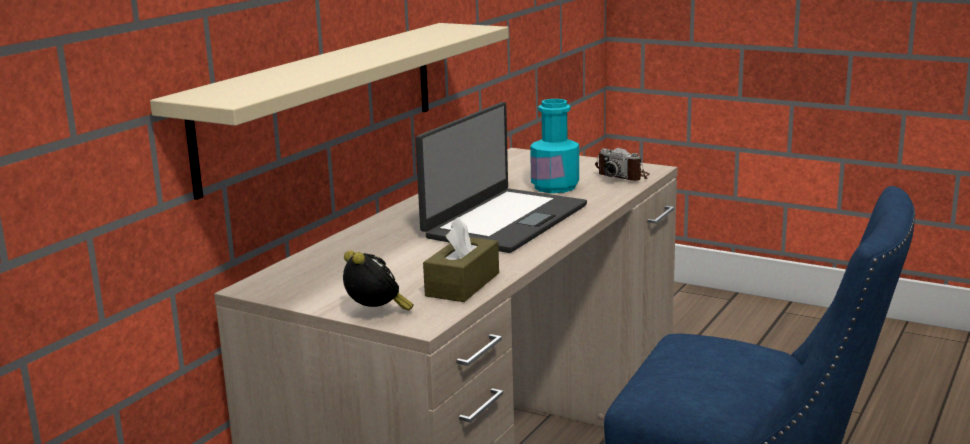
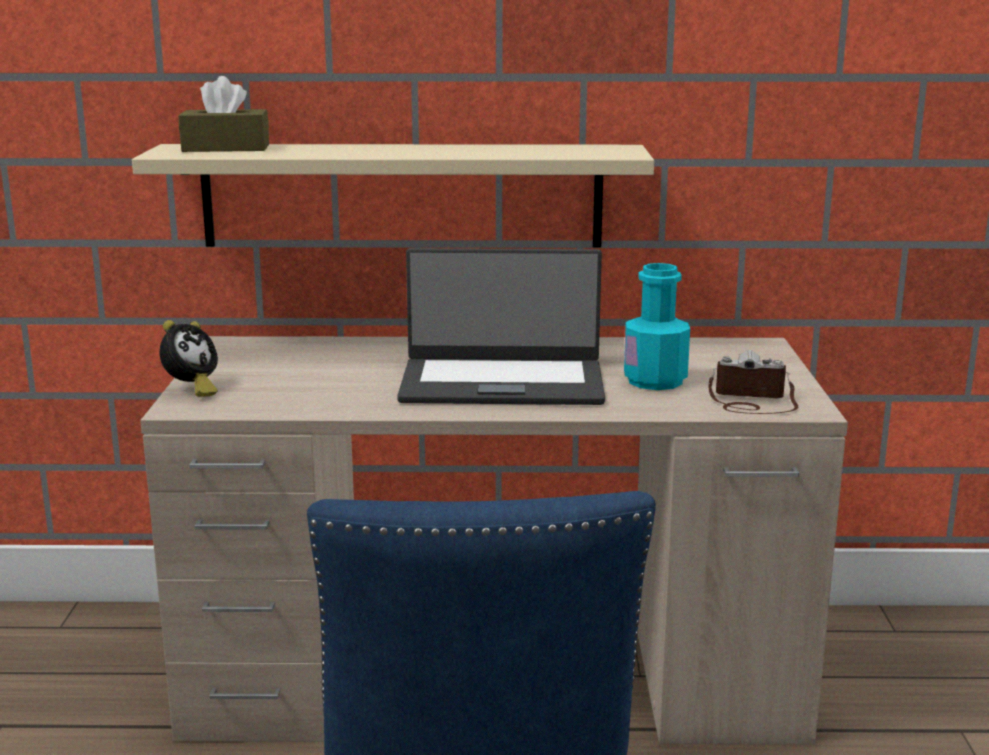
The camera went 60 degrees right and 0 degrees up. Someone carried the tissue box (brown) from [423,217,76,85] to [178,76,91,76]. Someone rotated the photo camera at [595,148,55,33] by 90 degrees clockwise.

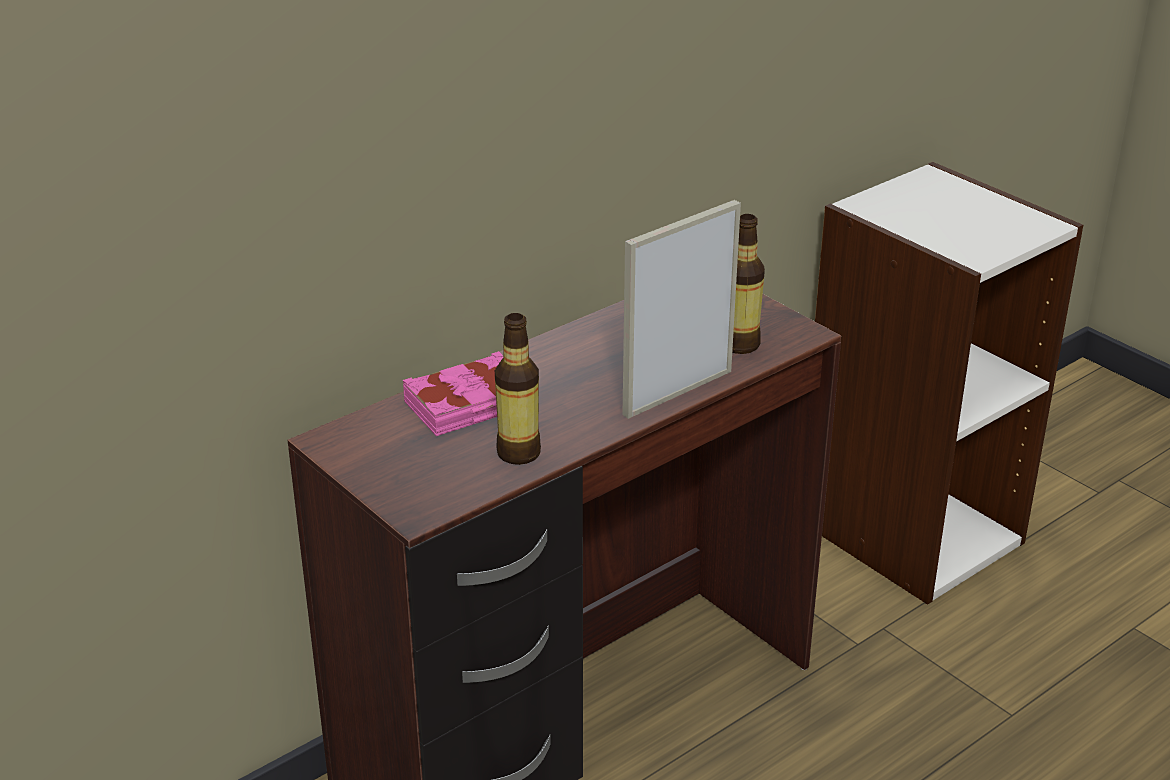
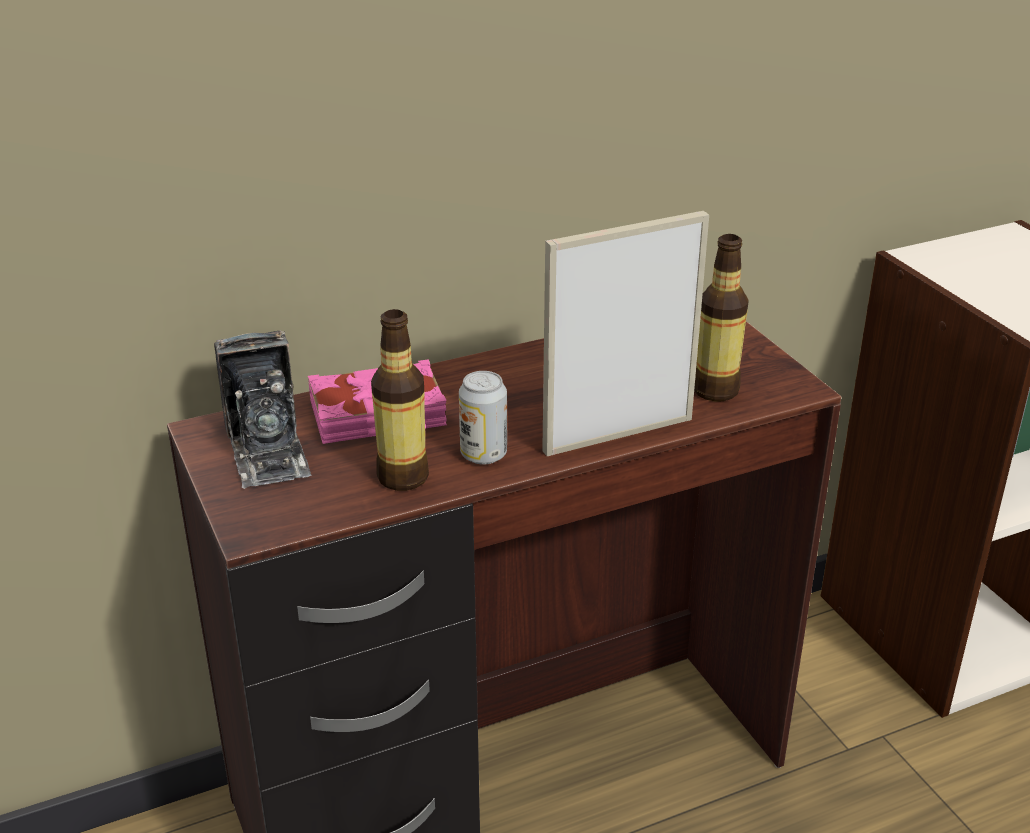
The camera went 15 degrees right and 0 degrees up. Someone put down the photo camera at [214,330,98,159]. Someone put down the can at [459,371,48,94].

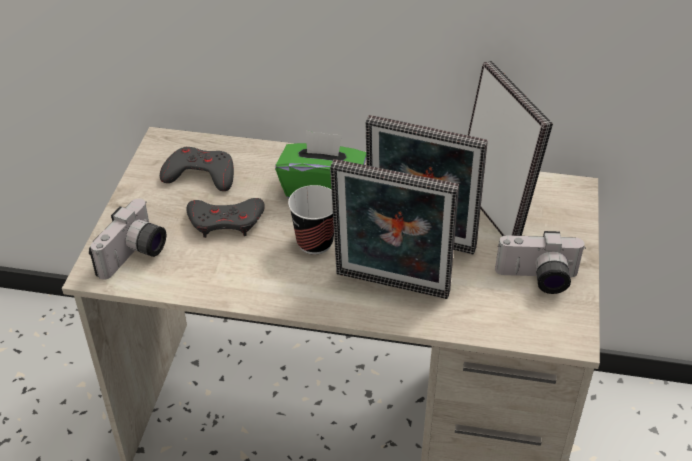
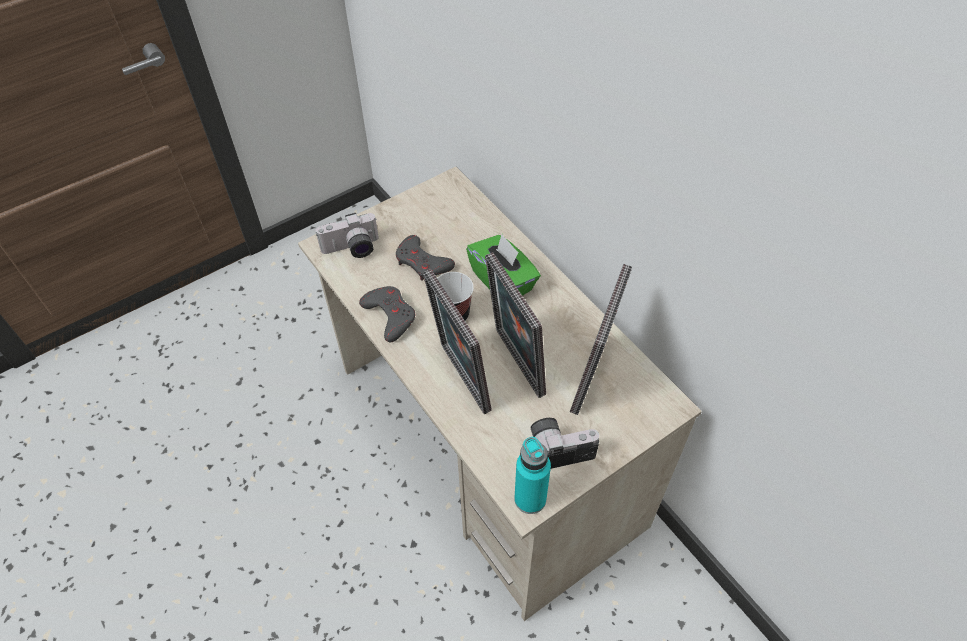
The camera went 45 degrees right and 10 degrees up. Someone carried the game controller (grey) from [160,147,74,44] to [359,286,57,56]. Someone rotated the photo camera at [495,231,91,63] by 120 degrees clockwise. Someone put down the bottle (turquoise) at [514,437,37,77].

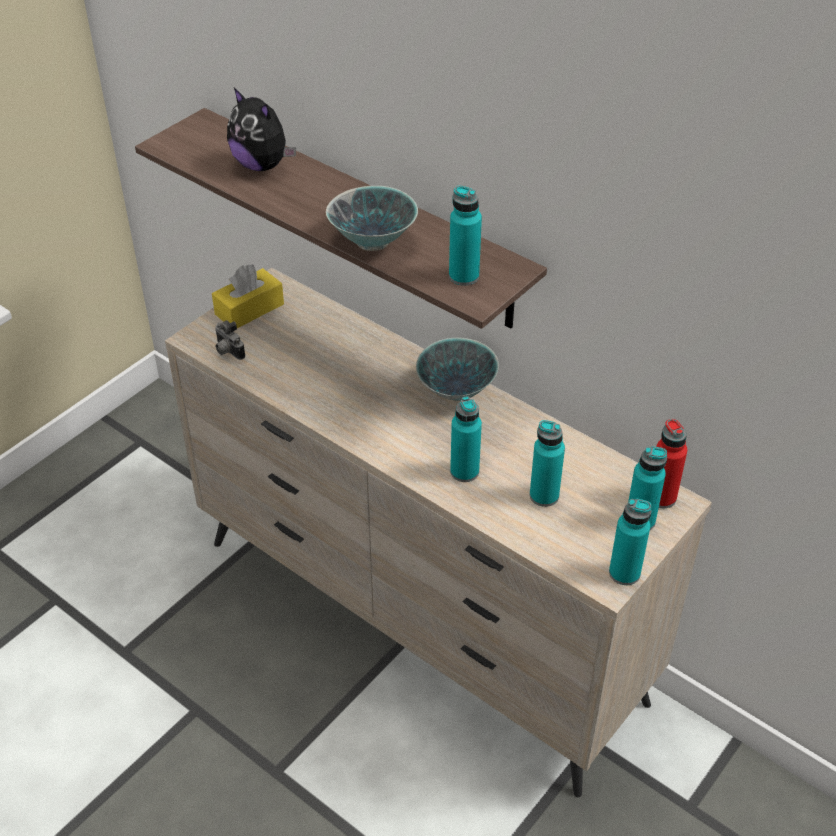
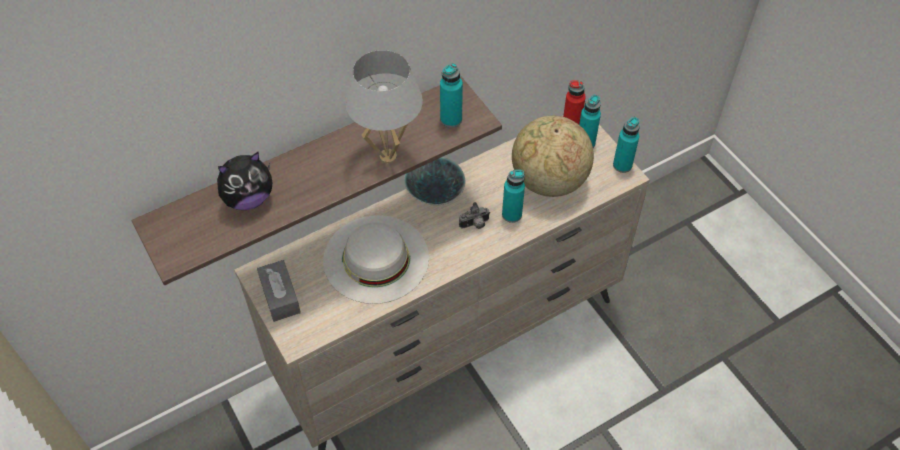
The camera went 70 degrees left and 10 degrees up. Someone repainted the tissue box (yellow) at [212,264,72,64], which became the tissue box (grey) at [257,260,44,62]. Someone carried the photo camera from [215,320,30,40] to [459,202,31,27]. Someone swapped the bowl at [326,186,92,65] for the table lamp (white) at [345,50,78,113]. Someone swapped the bottle (turquoise) at [530,420,35,87] for the globe at [512,115,82,82]. Someone put down the hat (white) at [323,215,106,89].

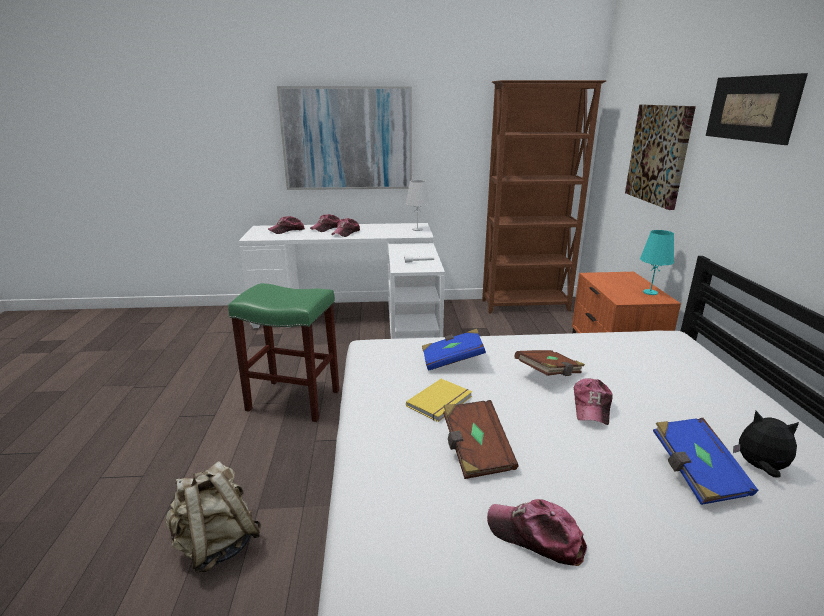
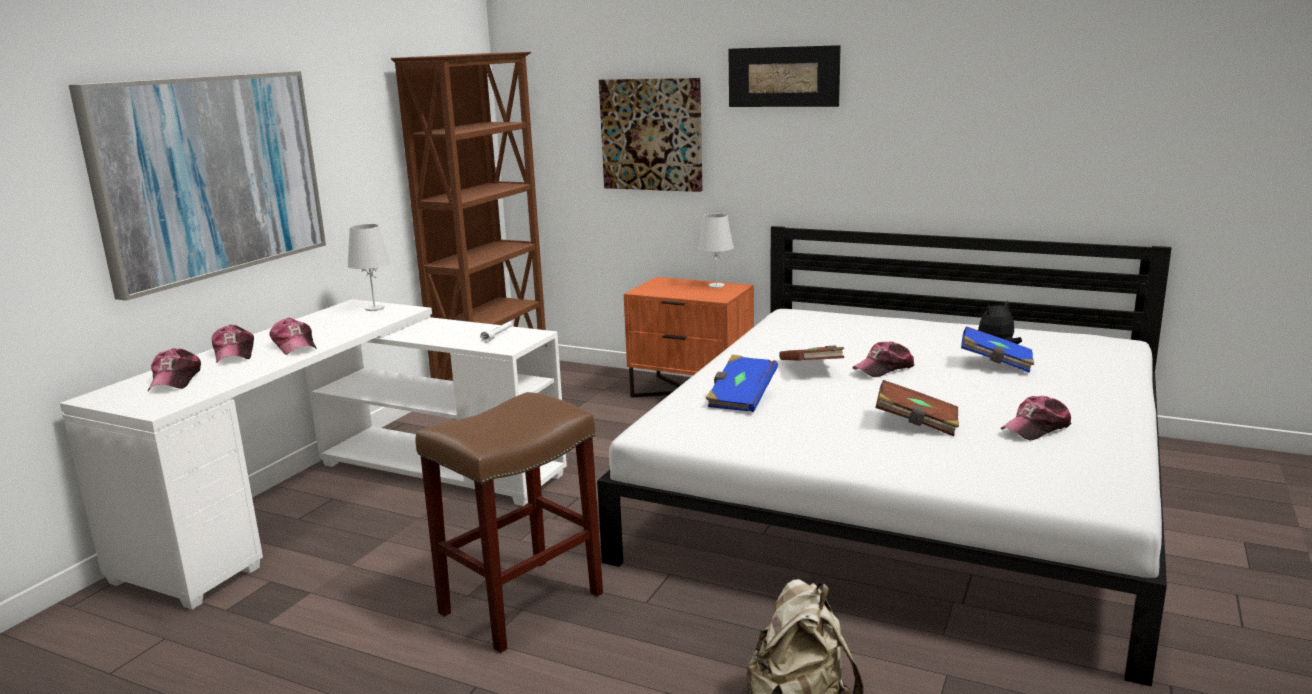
The camera went 60 degrees left and 5 degrees down. Someone repainted the stool (green) at [228,283,111,139], which became the stool (brown) at [416,392,187,261]. Someone took away the book (yellow) at [406,379,66,43]. Someone rotated the cap at [574,378,39,47] by 105 degrees clockwise. Someone repainted the table lamp (turquoise) at [640,230,34,65], which became the table lamp (white) at [698,213,36,75].

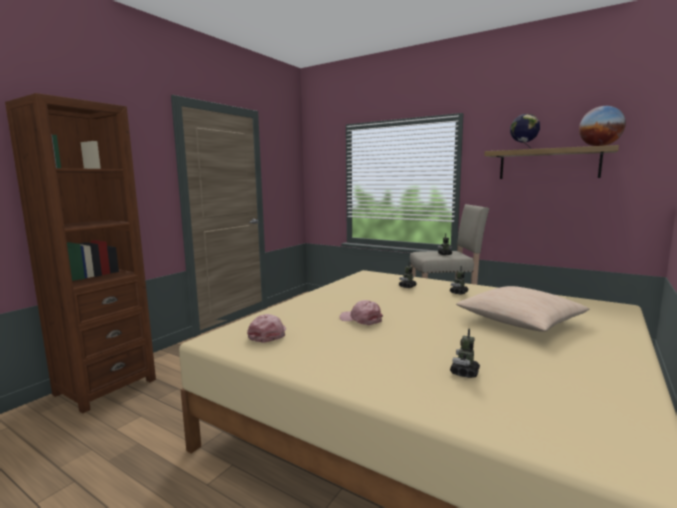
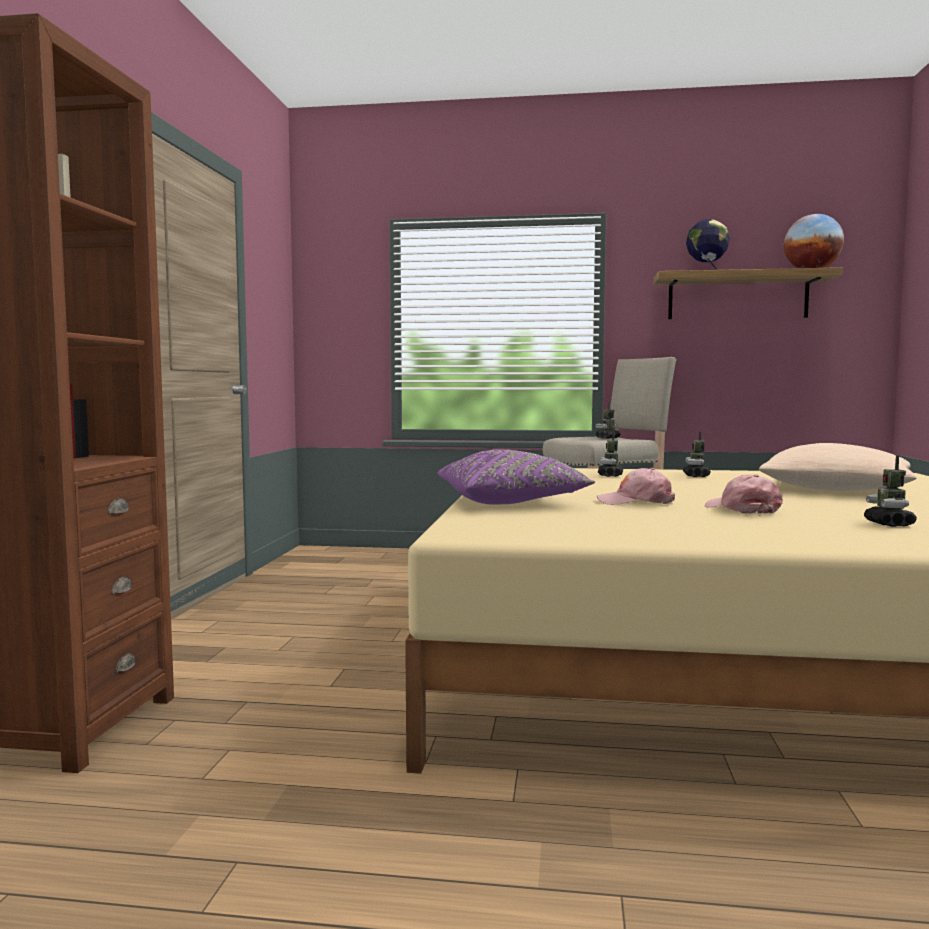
The camera went 25 degrees left and 5 degrees down. Someone carried the cap (pink) from [247,314,39,29] to [705,474,78,40]. Someone put down the pillow (purple) at [438,449,157,56].

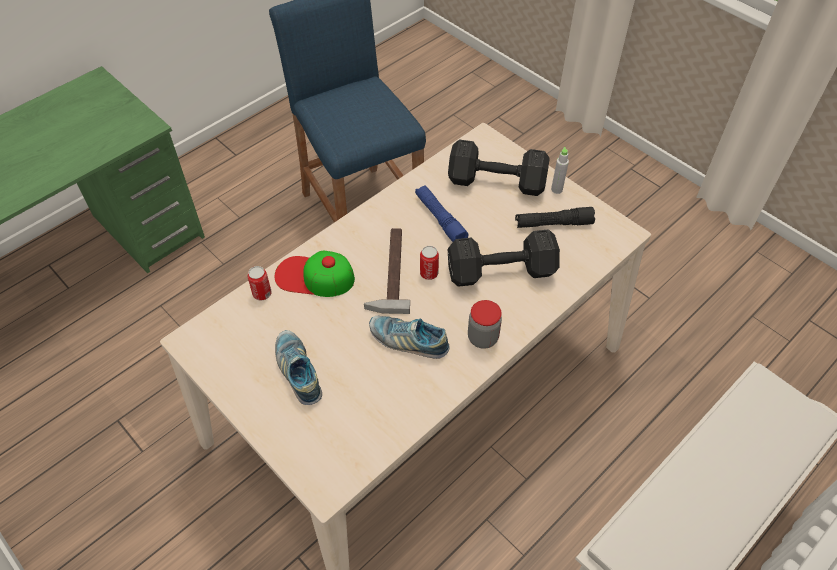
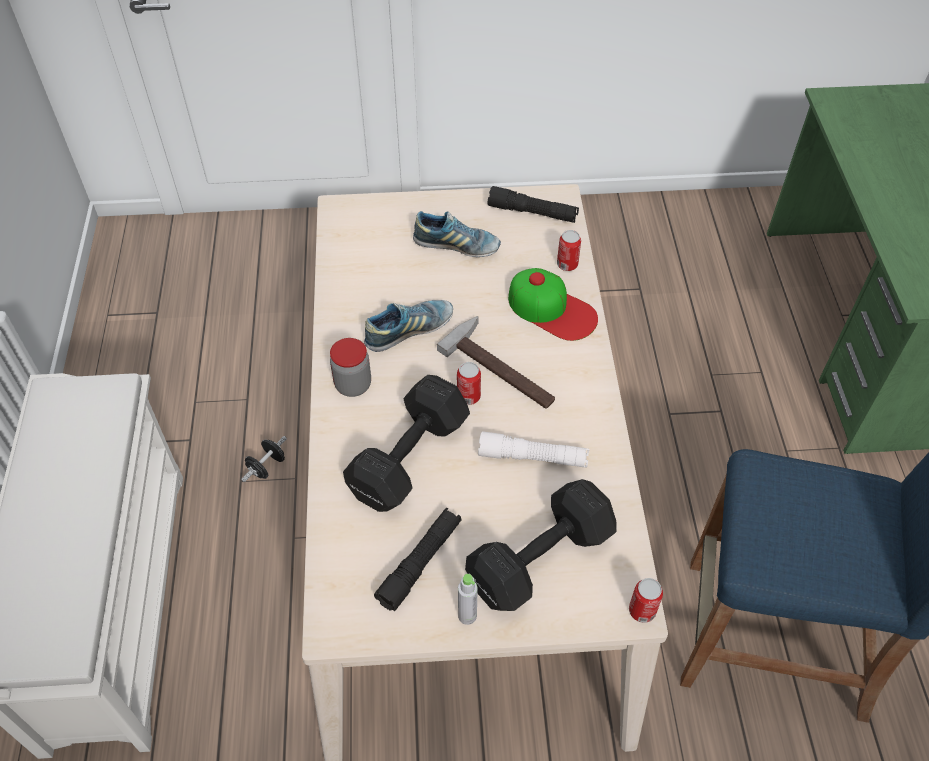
The camera went 130 degrees right and 0 degrees up. Someone rotated the cap at [275,250,80,47] by 75 degrees clockwise. Someone repainted the flashlight (blue) at [415,185,54,57], which became the flashlight (white) at [478,431,111,37]. Someone put down the dumbbell (black) at [241,436,46,46]. Someone put down the flashlight (black) at [488,186,91,37]. Someone put down the can at [629,578,34,45].

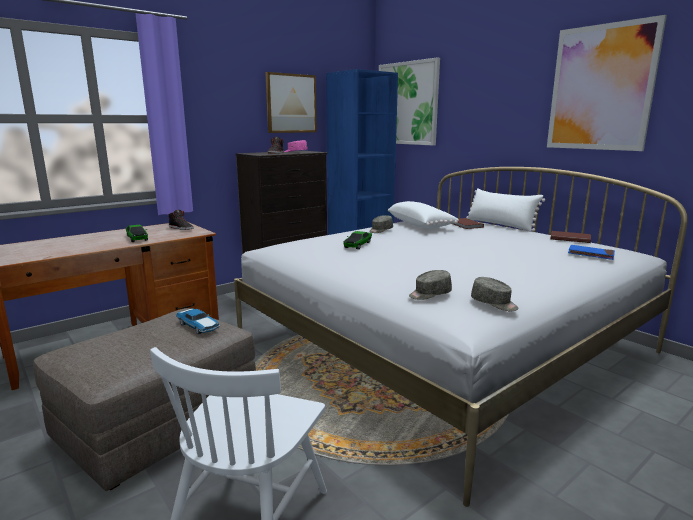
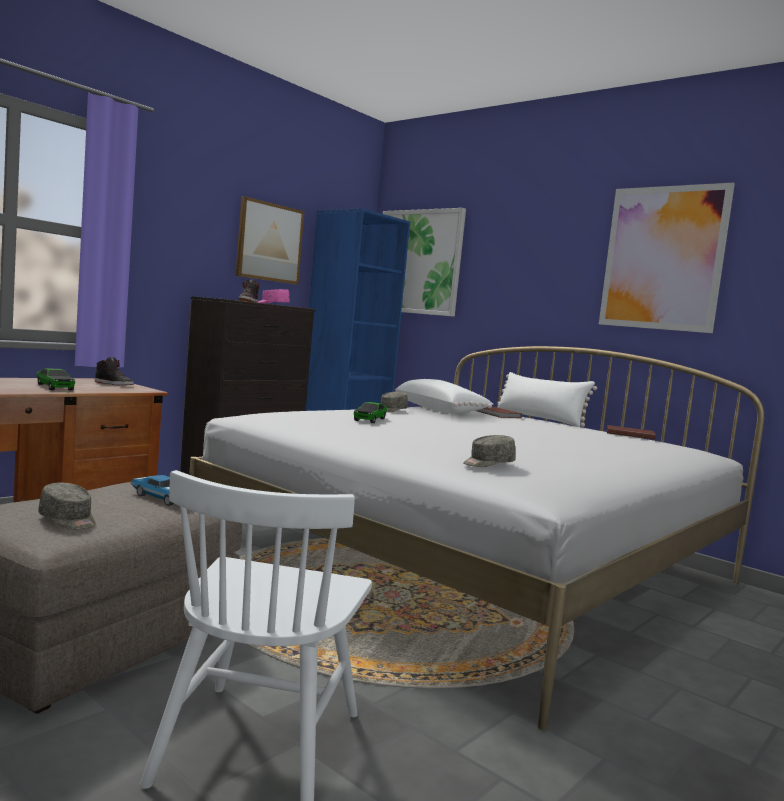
The camera went 10 degrees left and 10 degrees down. Someone carried the cap (grey) from [471,277,48,34] to [38,483,58,47]. Someone took away the book (blue) at [568,245,47,15].

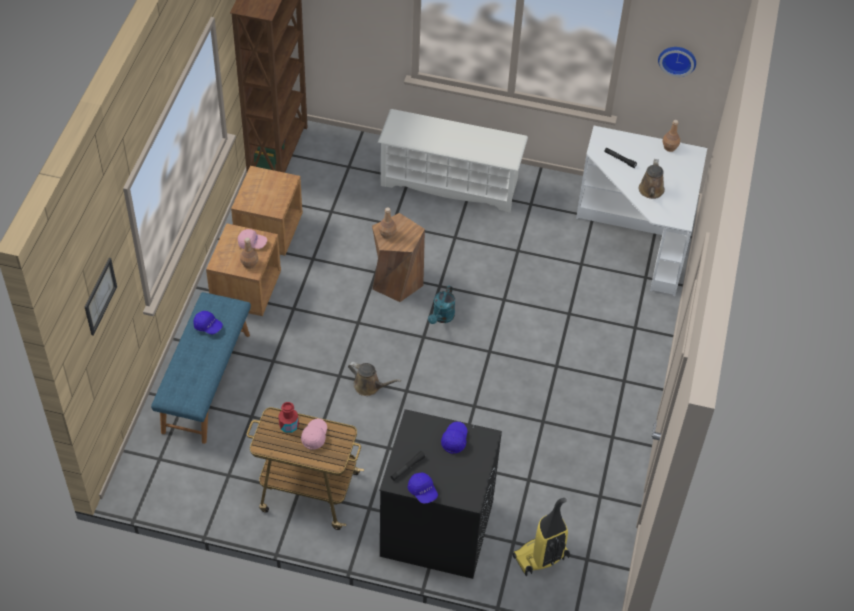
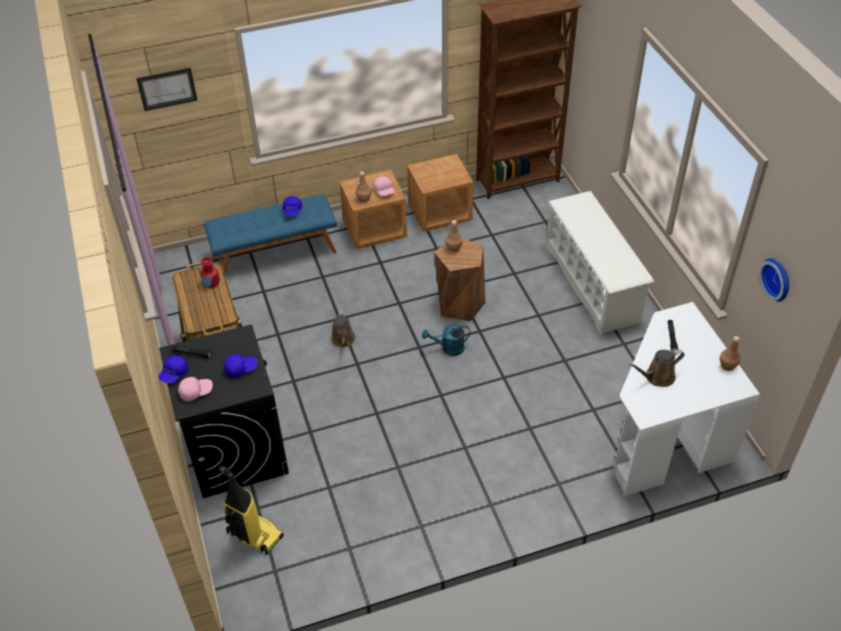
The camera went 60 degrees right and 5 degrees down. Someone carried the cap (pink) from [301,418,26,32] to [178,377,35,24].

